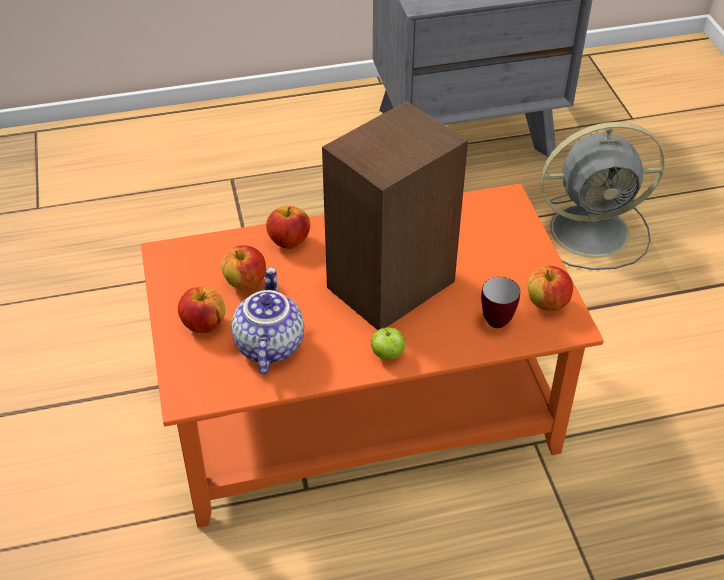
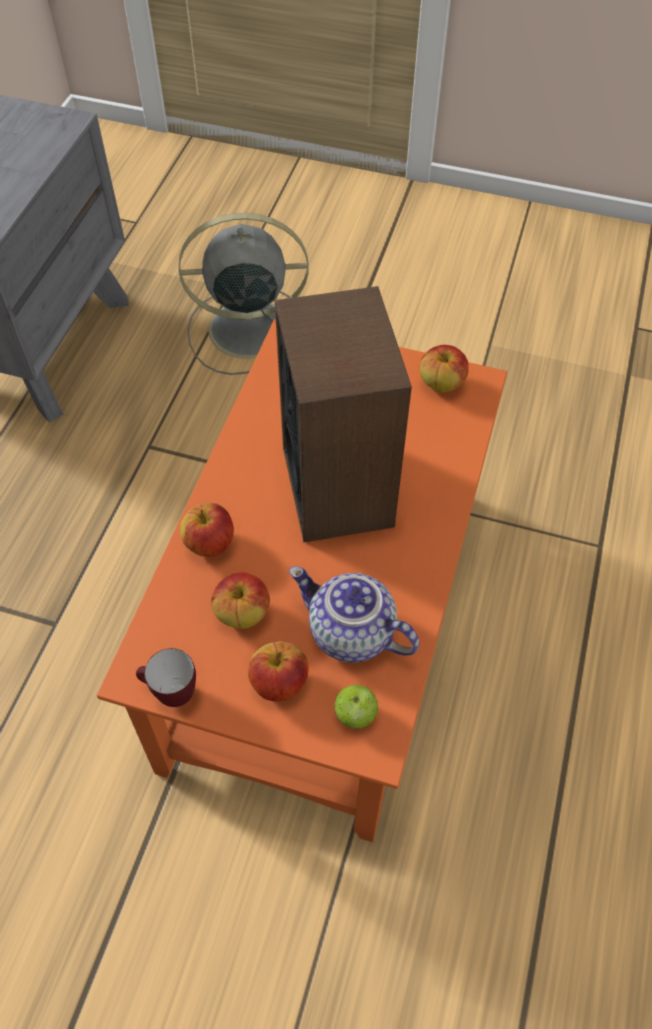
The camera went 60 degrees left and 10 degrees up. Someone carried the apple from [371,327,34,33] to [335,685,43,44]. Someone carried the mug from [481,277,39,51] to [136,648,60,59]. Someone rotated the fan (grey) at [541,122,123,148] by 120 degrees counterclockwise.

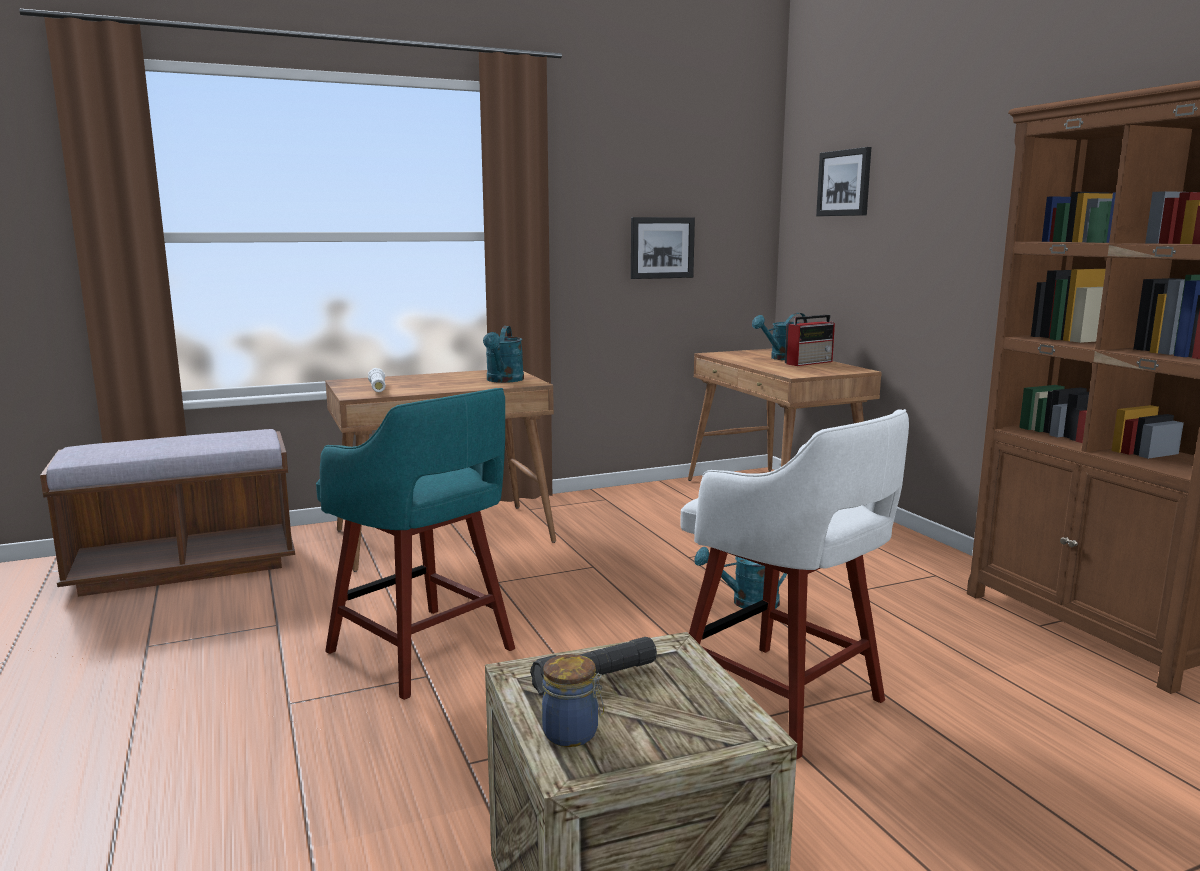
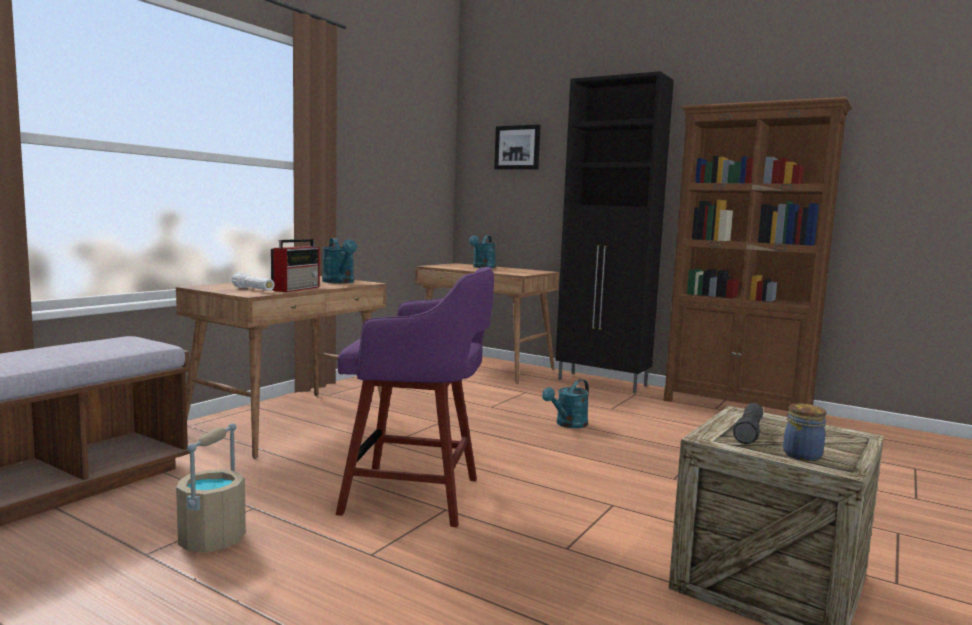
The camera went 35 degrees left and 5 degrees down. Someone repainted the stool (turquoise) at [316,388,199,312], which became the stool (purple) at [336,267,158,260]. Someone took away the picture at [631,217,64,62]. Someone took away the stool (white) at [681,409,228,351]. Someone carried the radio from [785,315,50,51] to [271,239,48,53]. Someone put down the bucket (beige) at [176,423,70,130]. Someone put down the cabinet (black) at [555,71,119,322].

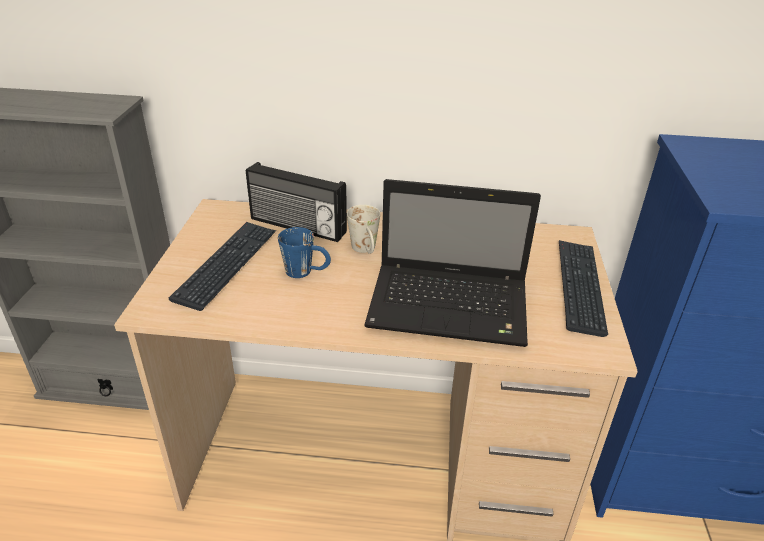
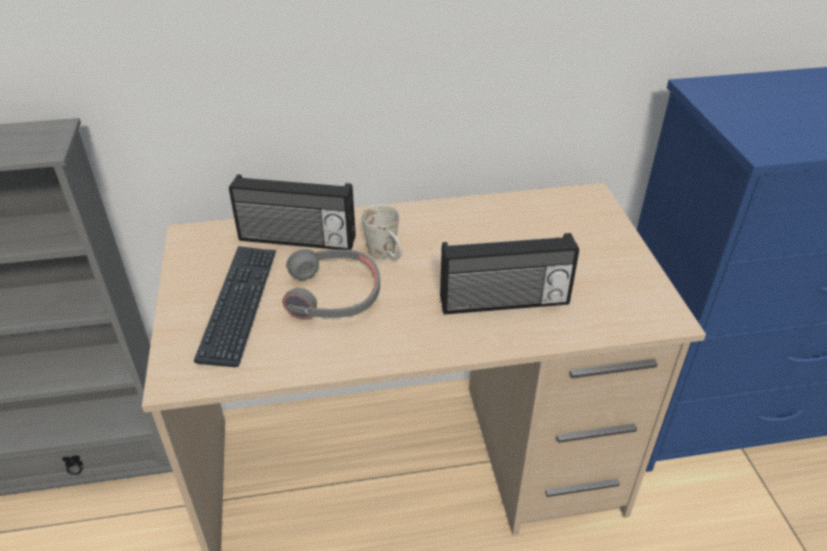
The camera went 15 degrees left and 5 degrees up. Someone swapped the mug (blue) at [278,227,53,51] for the headphones (grey) at [282,249,98,71]. Someone swapped the laptop at [364,179,177,168] for the radio at [440,233,139,82]. Someone took away the keyboard at [559,240,49,97].

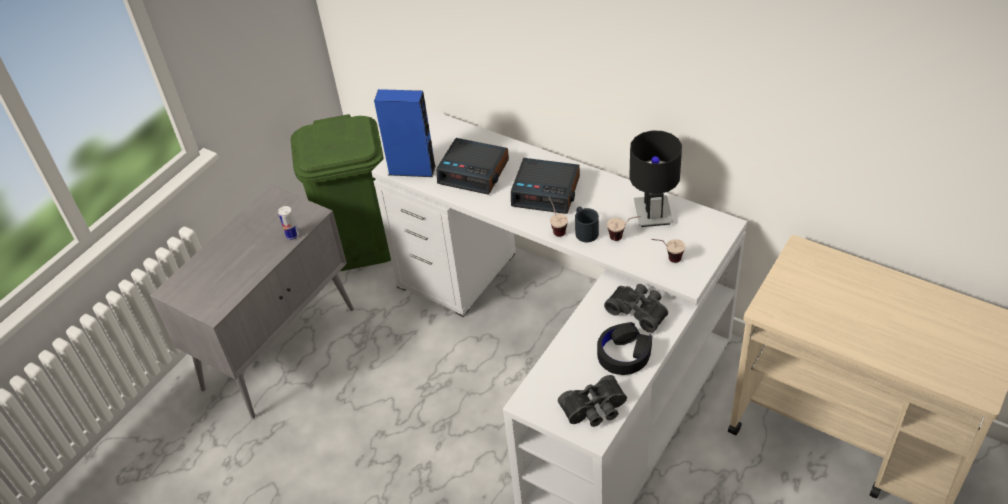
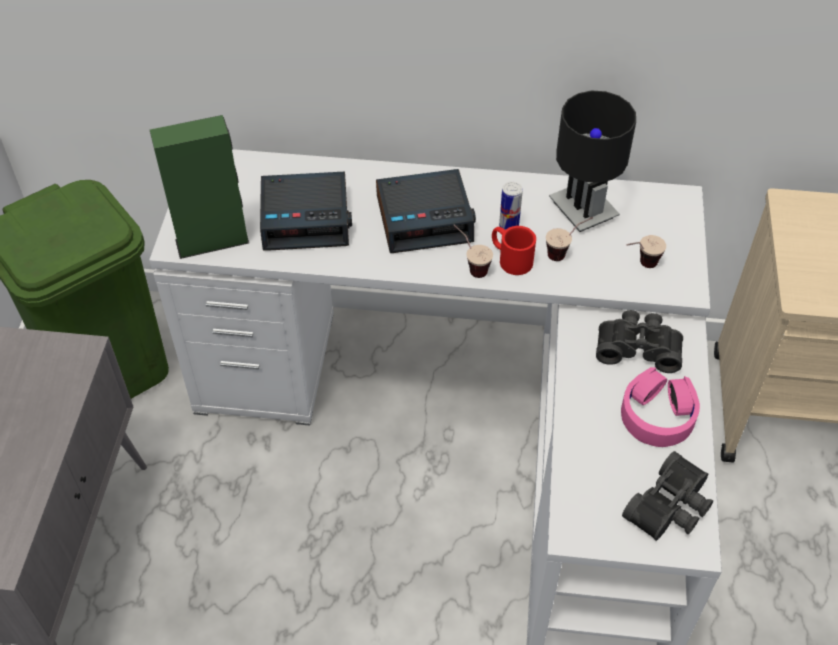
The camera went 30 degrees left and 5 degrees up. Someone carried the can from [278,206,21,34] to [499,182,24,48]. Someone repainted the speaker (blue) at [374,89,62,88], which became the speaker (green) at [150,115,99,144]. Someone repainted the mug (black) at [575,207,24,35], which became the mug (red) at [492,226,44,49]. Someone repainted the headphones (black) at [597,322,55,53], which became the headphones (pink) at [621,367,79,80].

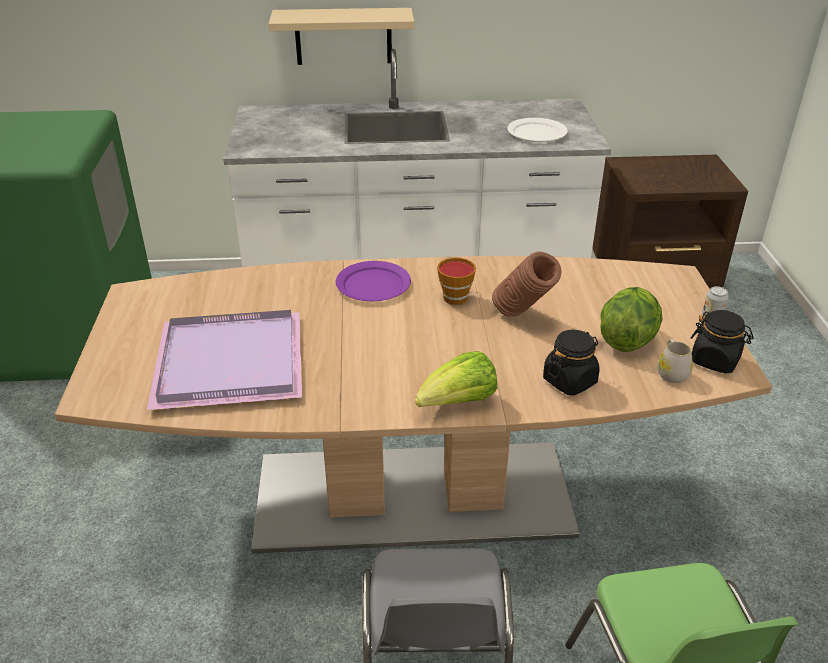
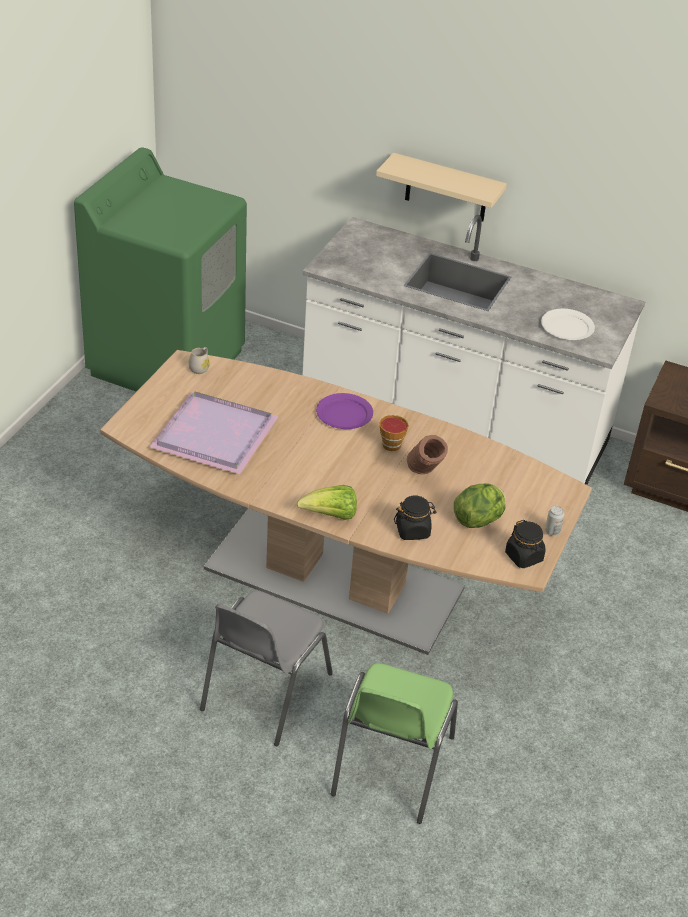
The camera went 25 degrees right and 5 degrees up. Someone carried the mug (white) from [657,339,36,44] to [188,347,22,27].

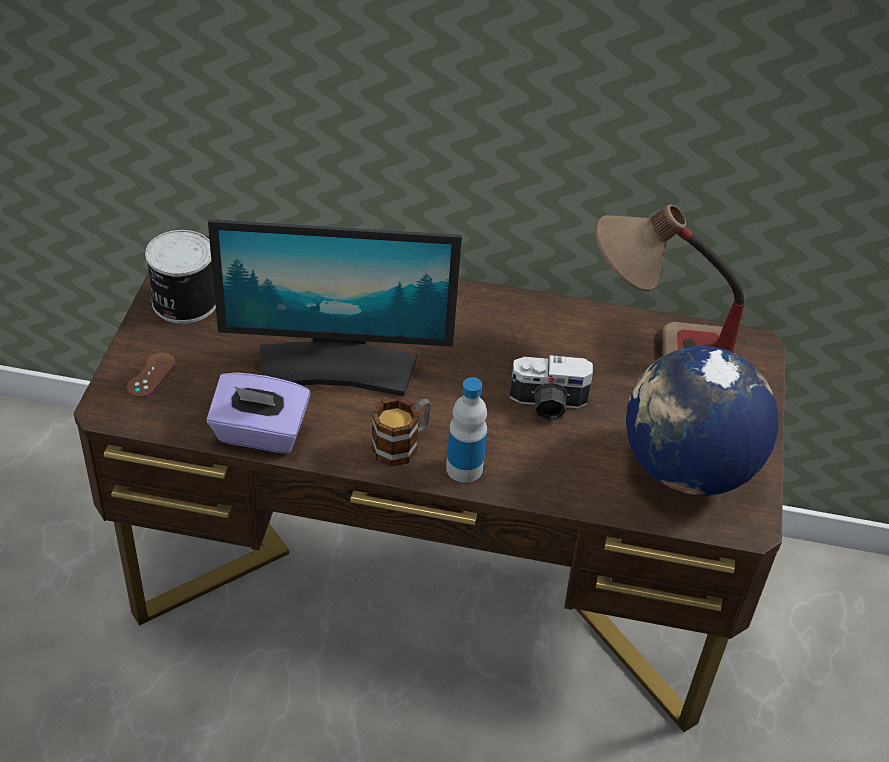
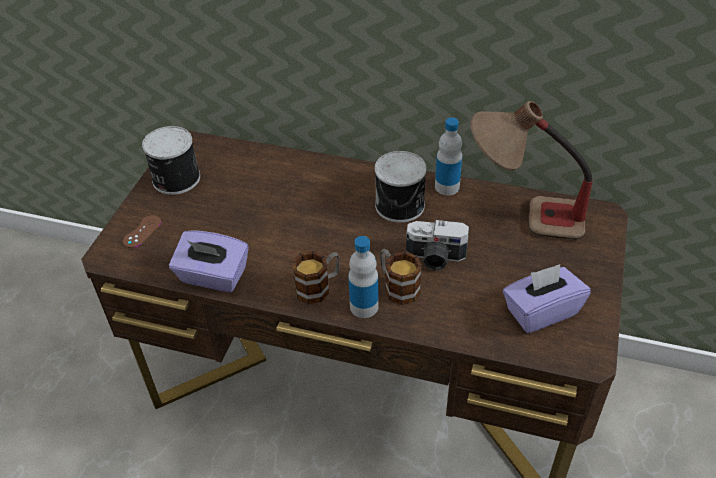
The camera went 10 degrees right and 0 degrees up. Someone took away the monitor at [208,219,254,178]. Someone swapped the globe at [626,346,152,150] for the tissue box (purple) at [503,264,88,69]. Someone put down the can at [375,151,52,72]. Someone put down the mug at [380,249,42,56]. Someone put down the bottle at [435,117,27,78].

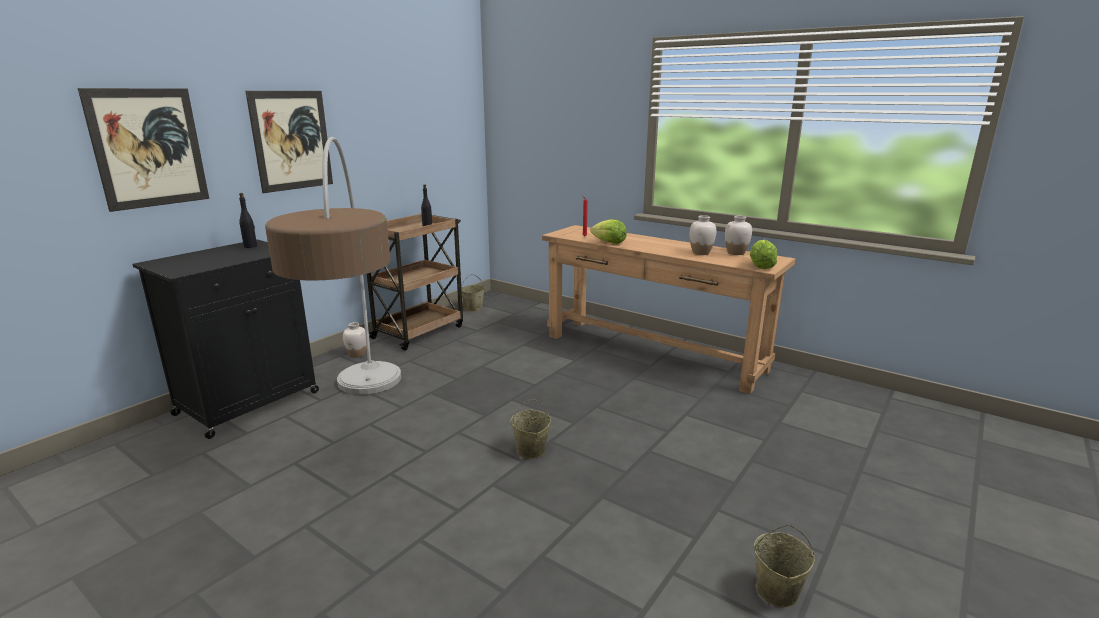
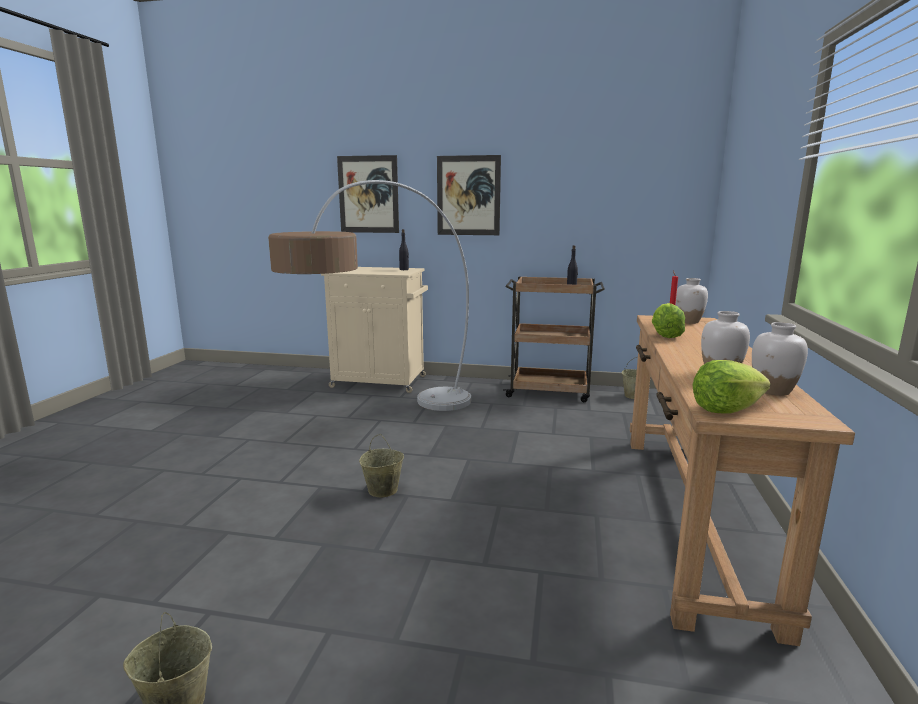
The camera went 65 degrees right and 5 degrees down. Someone repainted the cabinet (black) at [133,239,186,200], which became the cabinet (beige) at [321,267,107,126]. Someone carried the vase (white) from [343,322,24,36] to [675,278,33,46].

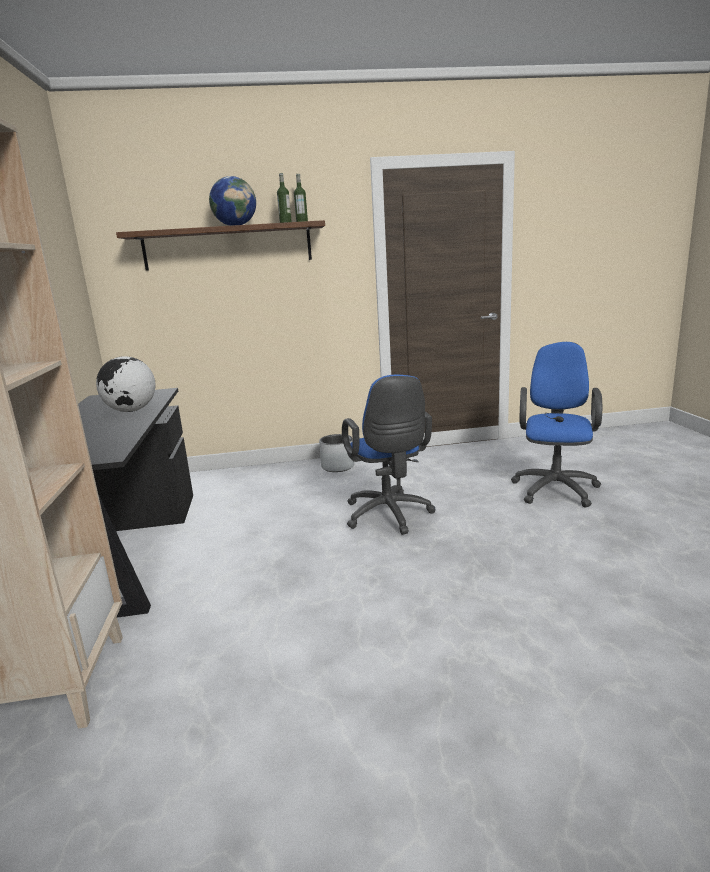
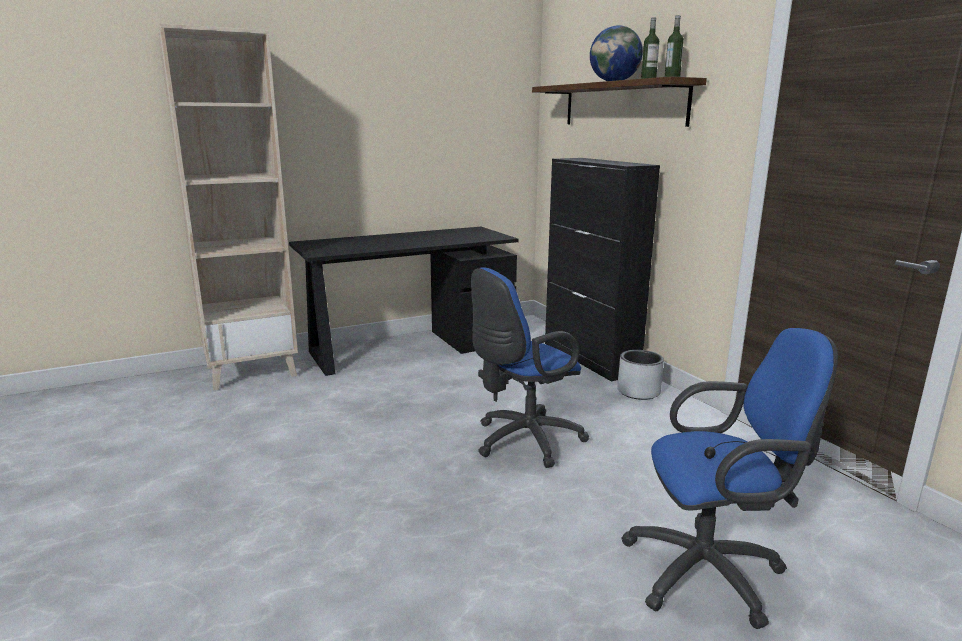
The camera went 70 degrees right and 0 degrees up. Someone took away the globe at [96,356,60,56]. Someone put down the cabinet (black) at [545,158,115,223].

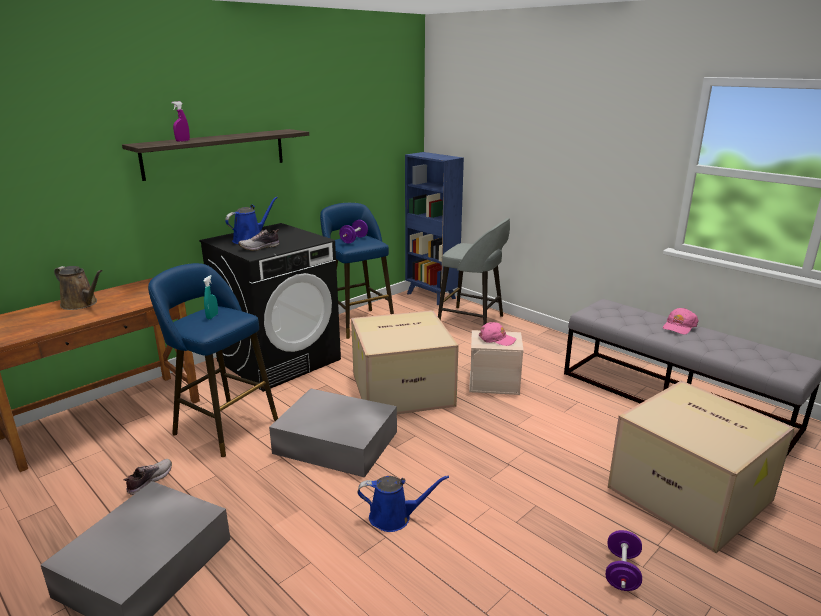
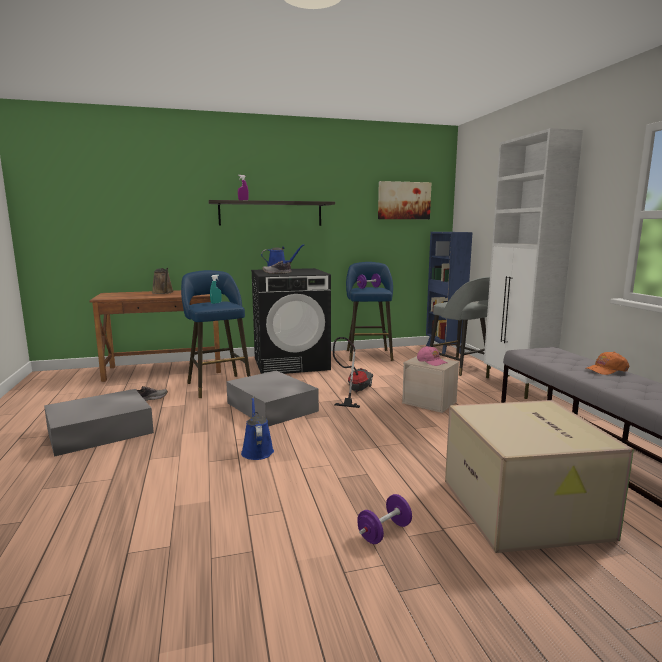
The camera went 30 degrees right and 10 degrees down. Someone swapped the cardboard box at [351,310,108,104] for the vacuum cleaner at [333,337,40,71]. Someone rotated the watering can (blue) at [357,475,92,57] by 135 degrees counterclockwise. Someone repainted the cap (pink) at [663,308,36,26], which became the cap (orange) at [587,352,42,23]. Someone put up the picture at [378,181,53,38]. Someone put down the cabinet (white) at [484,128,99,271].

